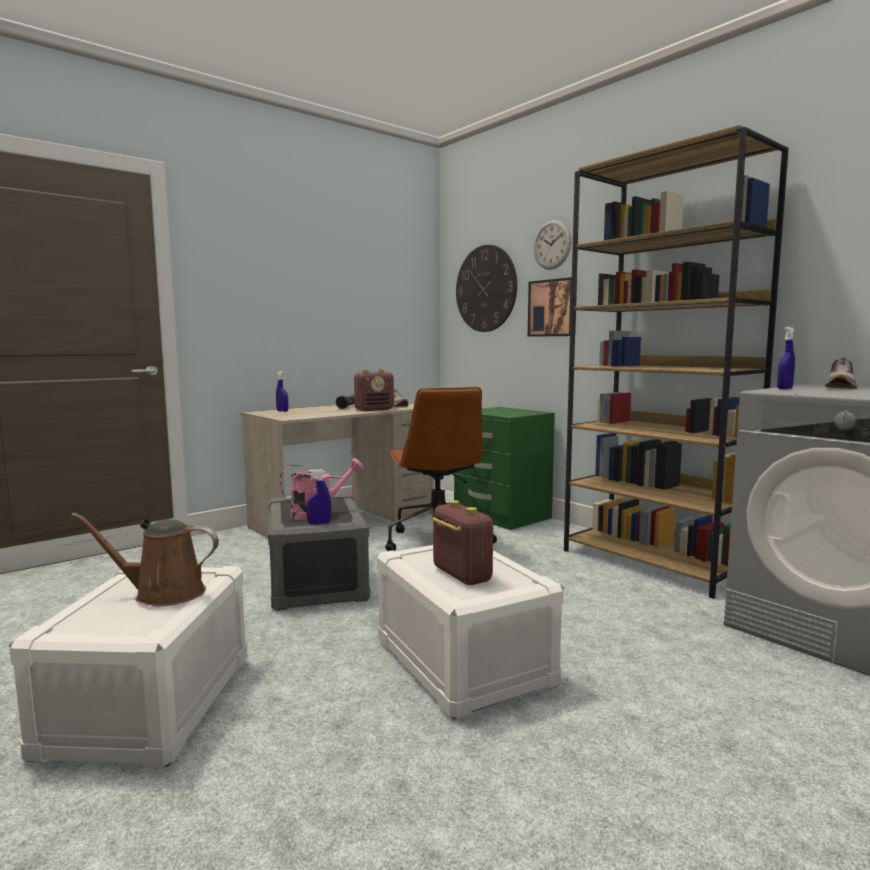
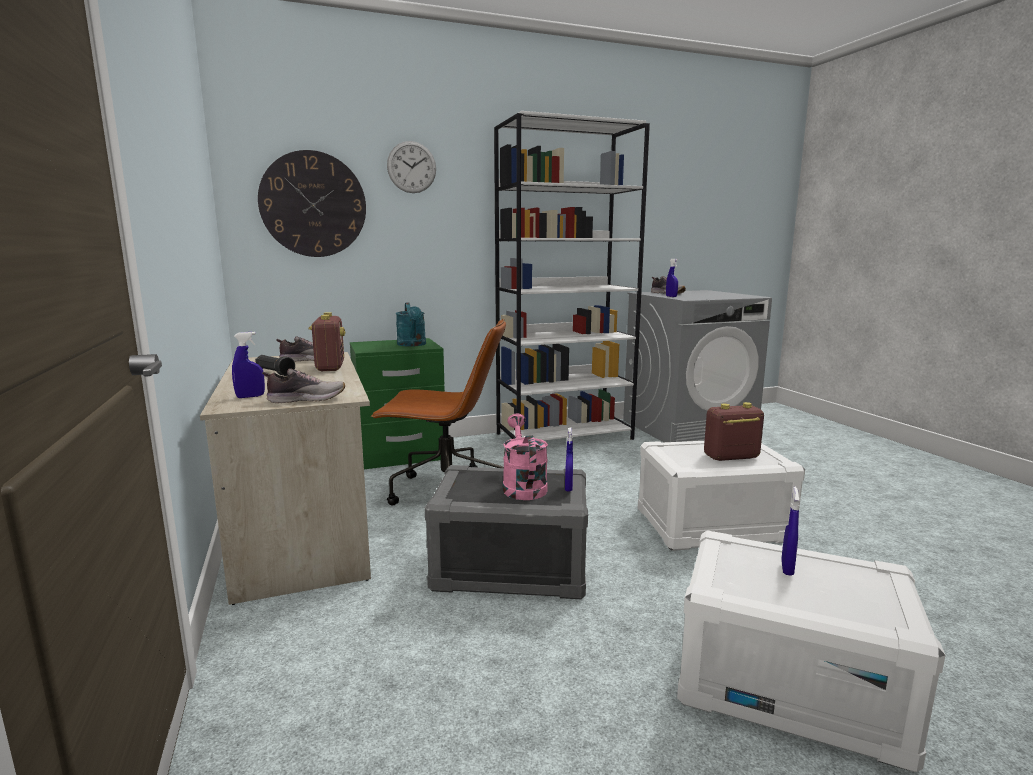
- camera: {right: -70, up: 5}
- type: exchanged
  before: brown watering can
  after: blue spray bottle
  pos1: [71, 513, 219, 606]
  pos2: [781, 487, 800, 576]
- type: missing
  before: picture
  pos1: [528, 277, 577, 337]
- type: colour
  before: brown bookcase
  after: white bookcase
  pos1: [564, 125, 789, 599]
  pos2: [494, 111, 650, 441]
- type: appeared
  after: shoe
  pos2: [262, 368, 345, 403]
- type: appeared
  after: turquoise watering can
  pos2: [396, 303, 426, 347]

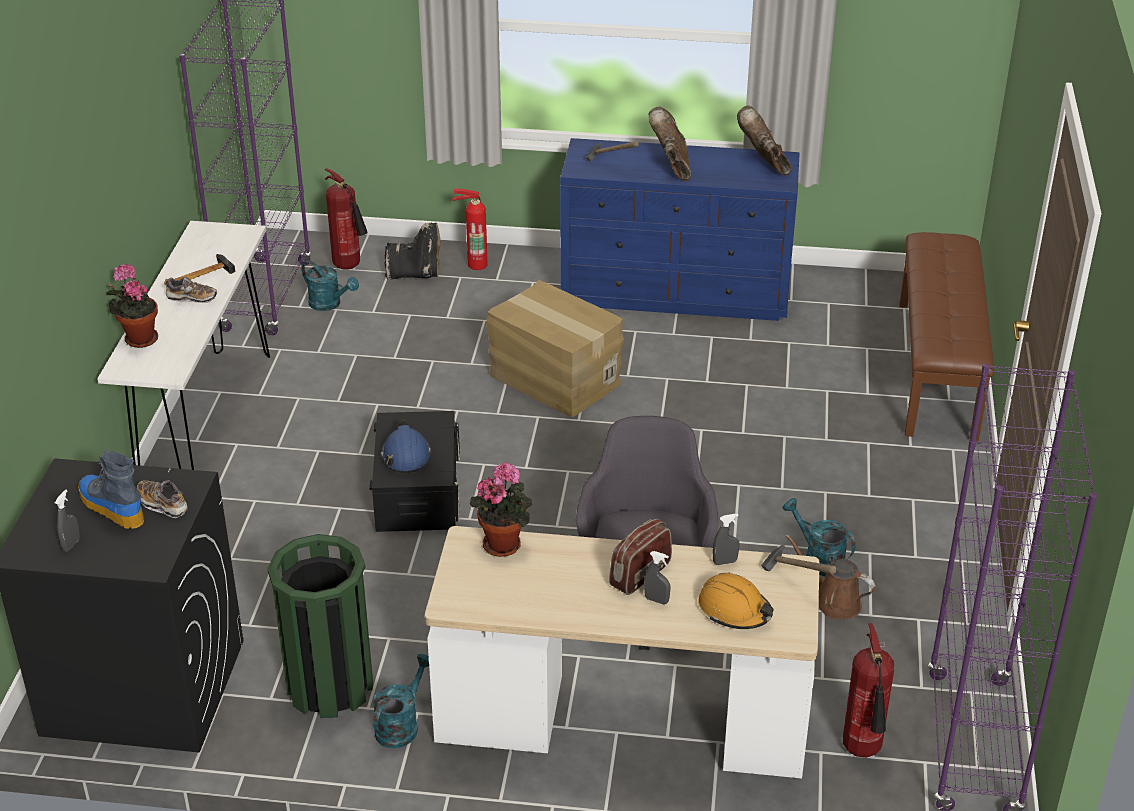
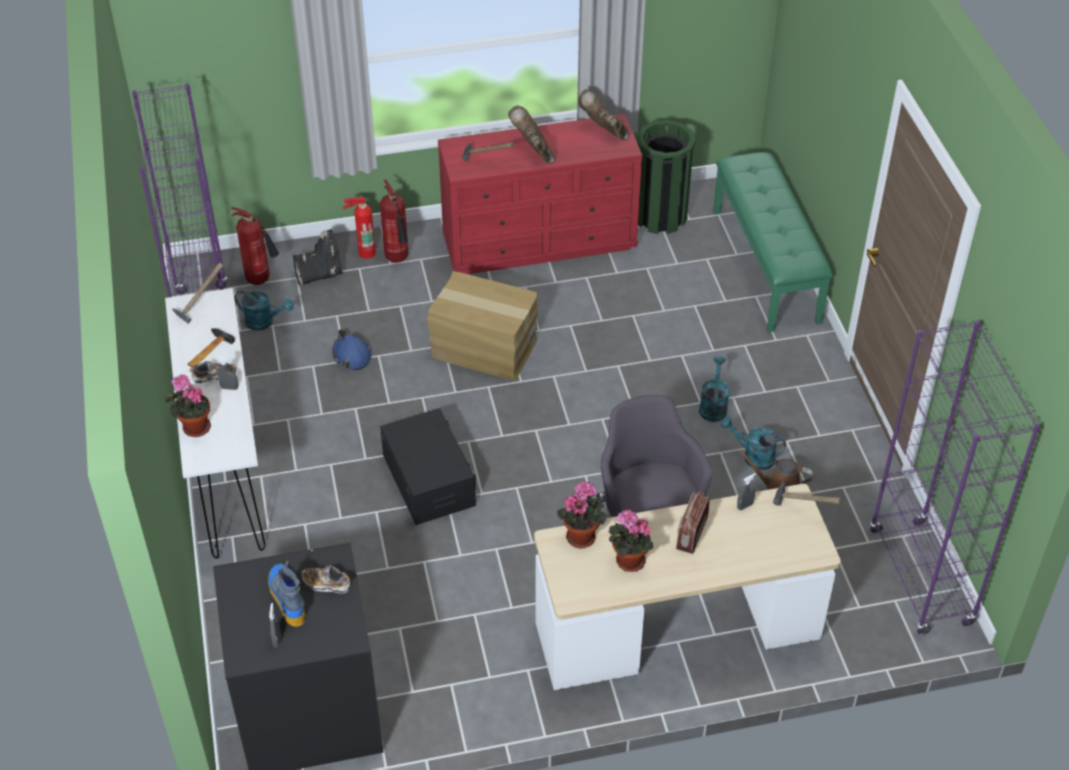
- camera: {right: -20, up: 10}
- type: spun
  before: boot
  pos1: [78, 449, 144, 529]
  pos2: [268, 561, 305, 627]
  turn: 45
- type: relocated
  before: green trash can
  pos1: [267, 534, 373, 718]
  pos2: [637, 120, 696, 234]
- type: relocated
  before: turquoise watering can
  pos1: [373, 654, 429, 748]
  pos2: [699, 356, 730, 422]
- type: relocated
  before: blue hard hat
  pos1: [381, 419, 431, 473]
  pos2: [333, 329, 371, 370]
- type: colour
  before: blue dresser
  after: red dresser
  pos1: [560, 138, 800, 321]
  pos2: [438, 114, 642, 274]
- type: relocated
  before: grey spray bottle
  pos1: [644, 551, 671, 604]
  pos2: [218, 357, 238, 390]
- type: missing
  before: orange hard hat
  pos1: [698, 572, 774, 629]
- type: relocated
  before: fire extinguisher
  pos1: [843, 623, 894, 758]
  pos2: [380, 180, 408, 263]
- type: colour
  before: brown bench
  after: green bench
  pos1: [899, 232, 994, 441]
  pos2: [713, 152, 833, 332]
- type: appeared
  after: hammer
  pos2: [172, 262, 224, 324]
- type: appeared
  after: potted plant
  pos2: [608, 510, 654, 572]

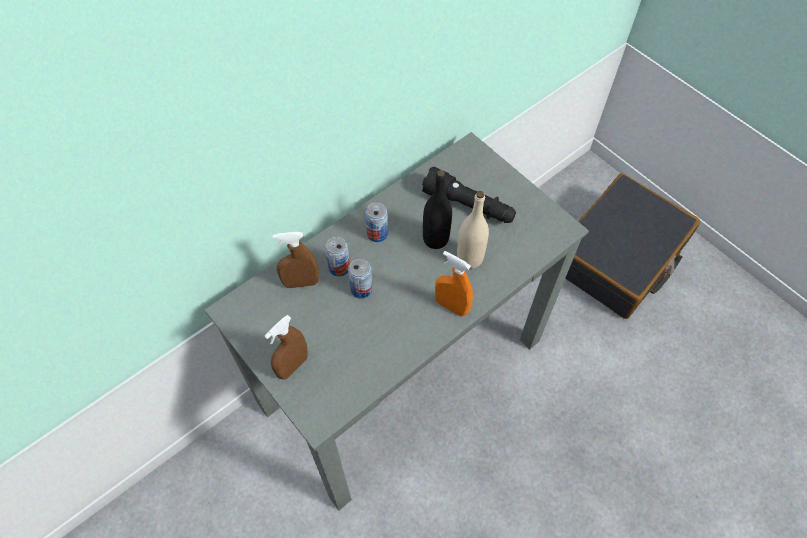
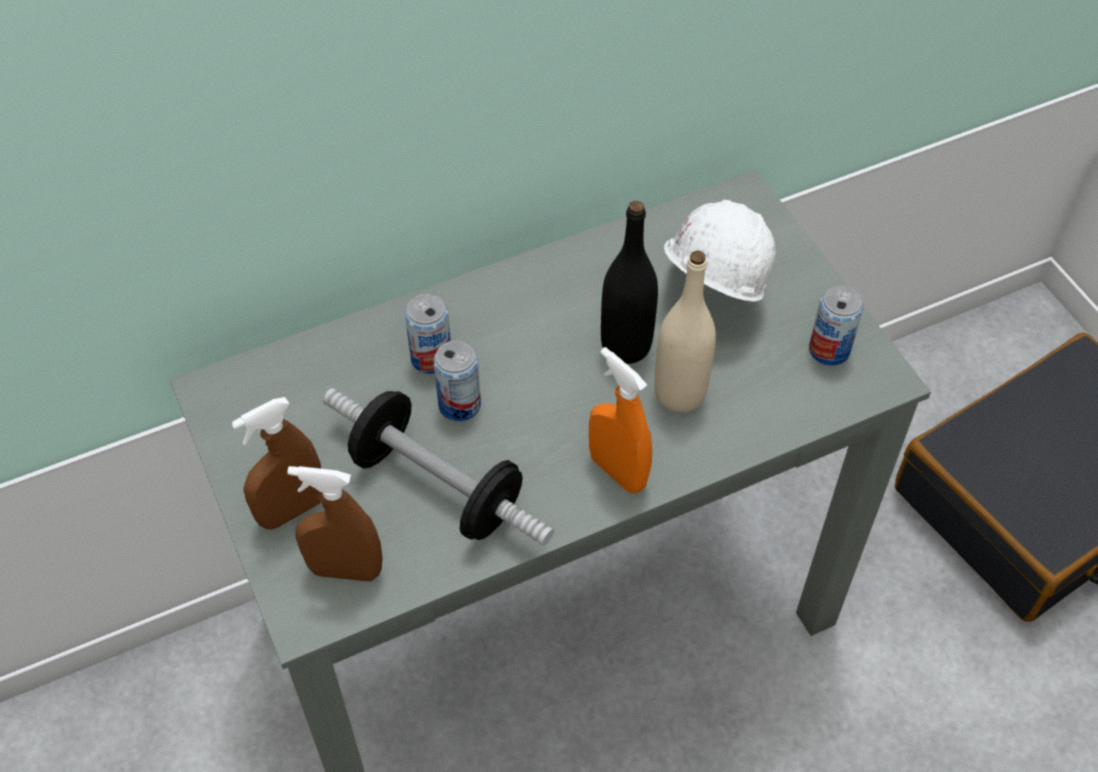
- camera: {right: 15, up: -5}
- type: relocated
  before: brown spray bottle
  pos1: [272, 232, 319, 288]
  pos2: [287, 466, 383, 582]
- type: relocated
  before: can
  pos1: [365, 202, 388, 242]
  pos2: [809, 285, 863, 366]
- type: exchanged
  before: black flashlight
  after: white hard hat
  pos1: [422, 167, 516, 223]
  pos2: [658, 199, 775, 302]
- type: appeared
  after: dumbbell
  pos2: [323, 388, 554, 546]

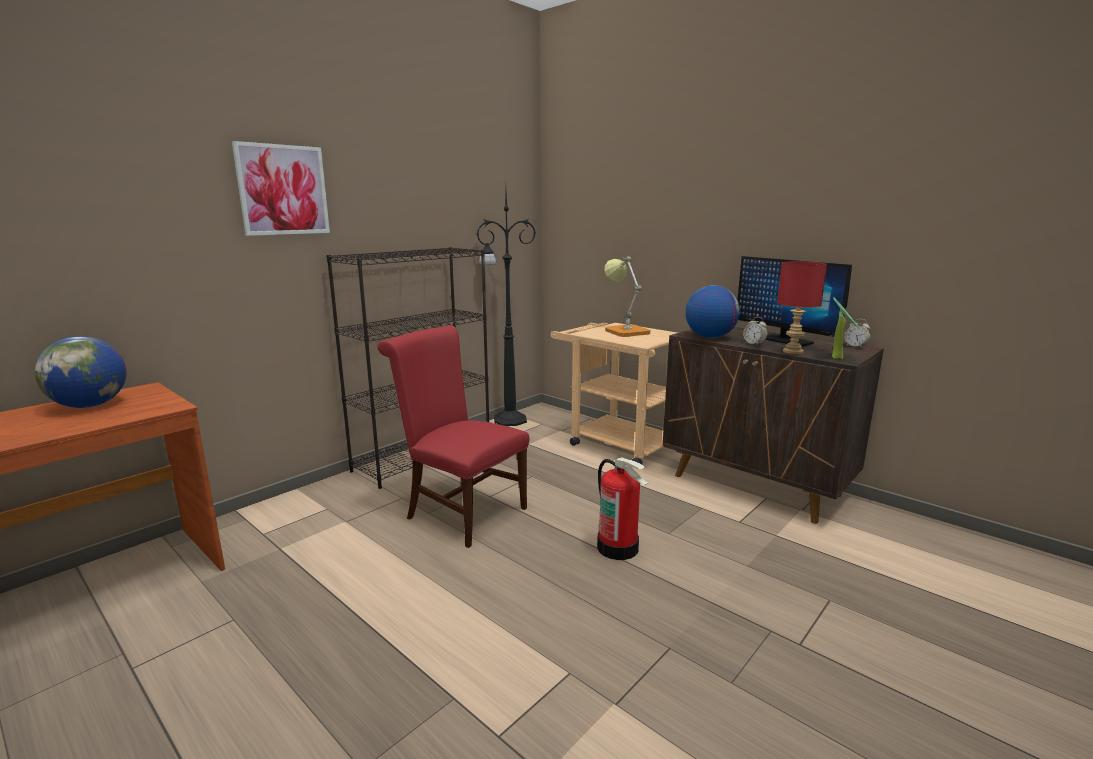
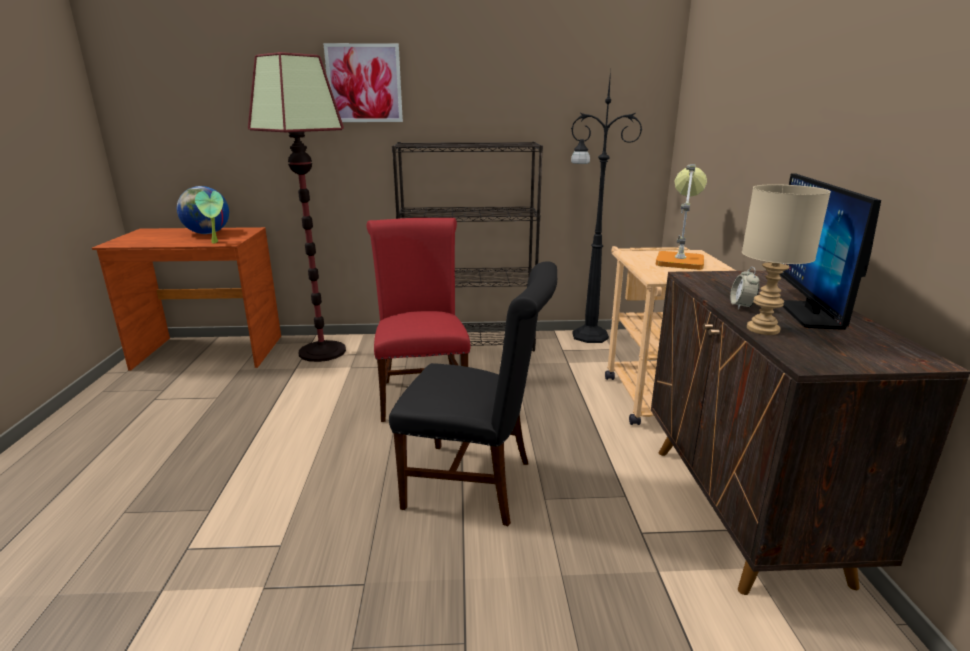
- camera: {right: 45, up: 5}
- type: exchanged
  before: fire extinguisher
  after: black chair
  pos1: [597, 457, 649, 560]
  pos2: [389, 261, 557, 527]
- type: missing
  before: globe
  pos1: [685, 285, 740, 338]
- type: colour
  before: red table lamp
  after: beige table lamp
  pos1: [777, 261, 827, 354]
  pos2: [742, 184, 831, 335]
- type: relocated
  before: potted plant
  pos1: [832, 297, 858, 359]
  pos2: [195, 191, 223, 244]
- type: missing
  before: alarm clock
  pos1: [844, 319, 870, 348]
- type: appeared
  after: floor lamp
  pos2: [248, 52, 346, 362]

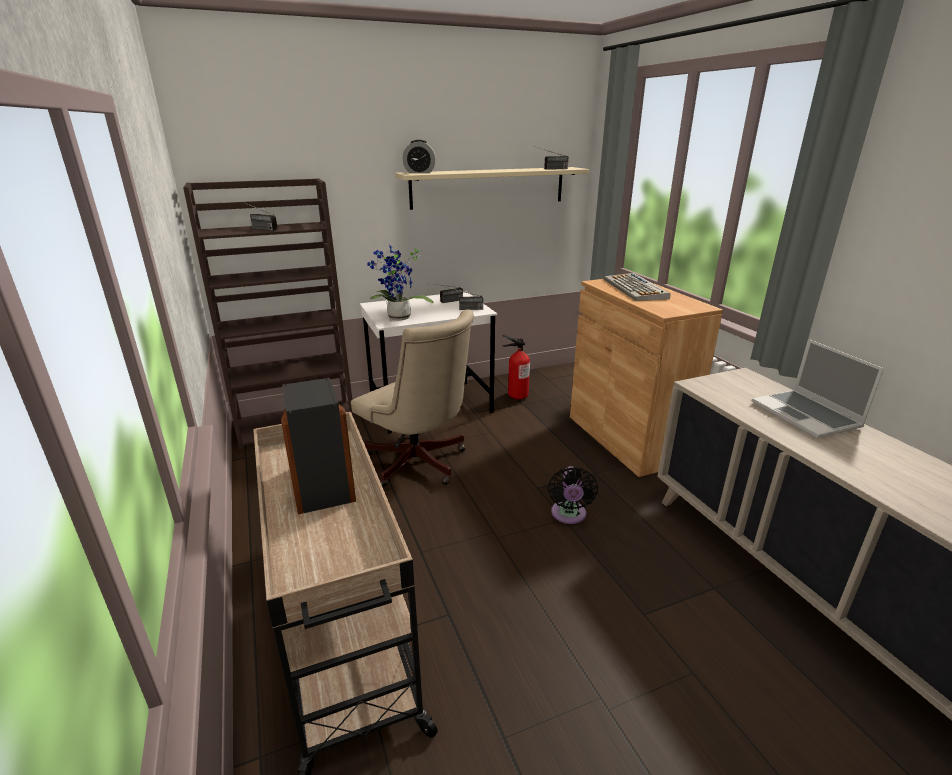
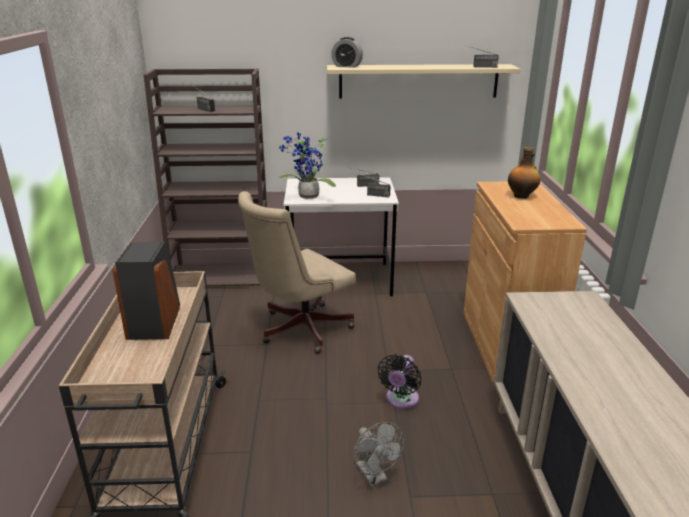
- camera: {right: 20, up: 0}
- type: spun
  before: beige office chair
  pos1: [351, 309, 474, 487]
  pos2: [238, 191, 356, 354]
  turn: 75
- type: missing
  before: fire extinguisher
  pos1: [502, 335, 530, 400]
- type: exchanged
  before: keyboard
  after: bottle
  pos1: [604, 273, 670, 301]
  pos2: [508, 147, 541, 199]
- type: missing
  before: laptop
  pos1: [752, 339, 884, 438]
- type: appeared
  after: grey fan
  pos2: [353, 422, 404, 487]

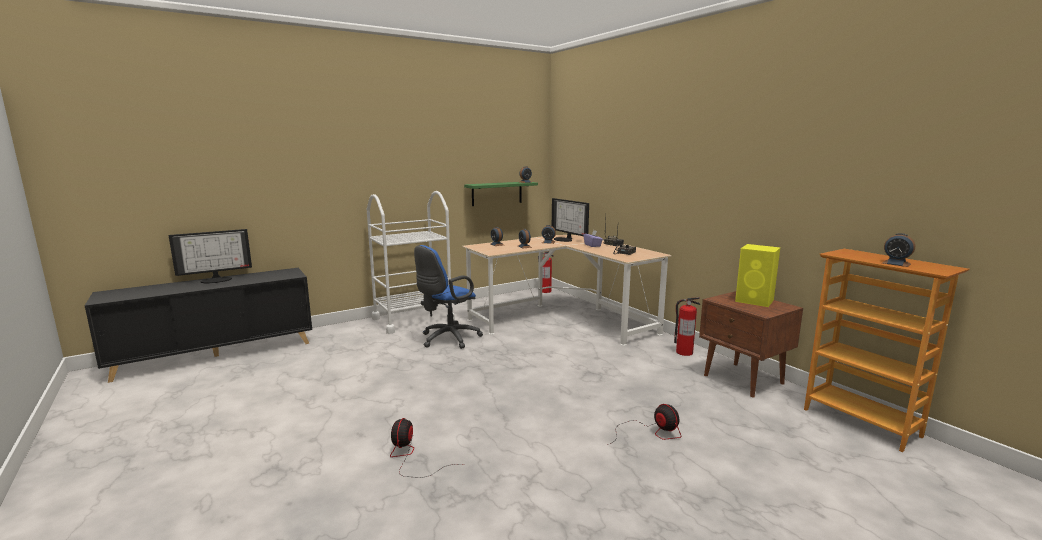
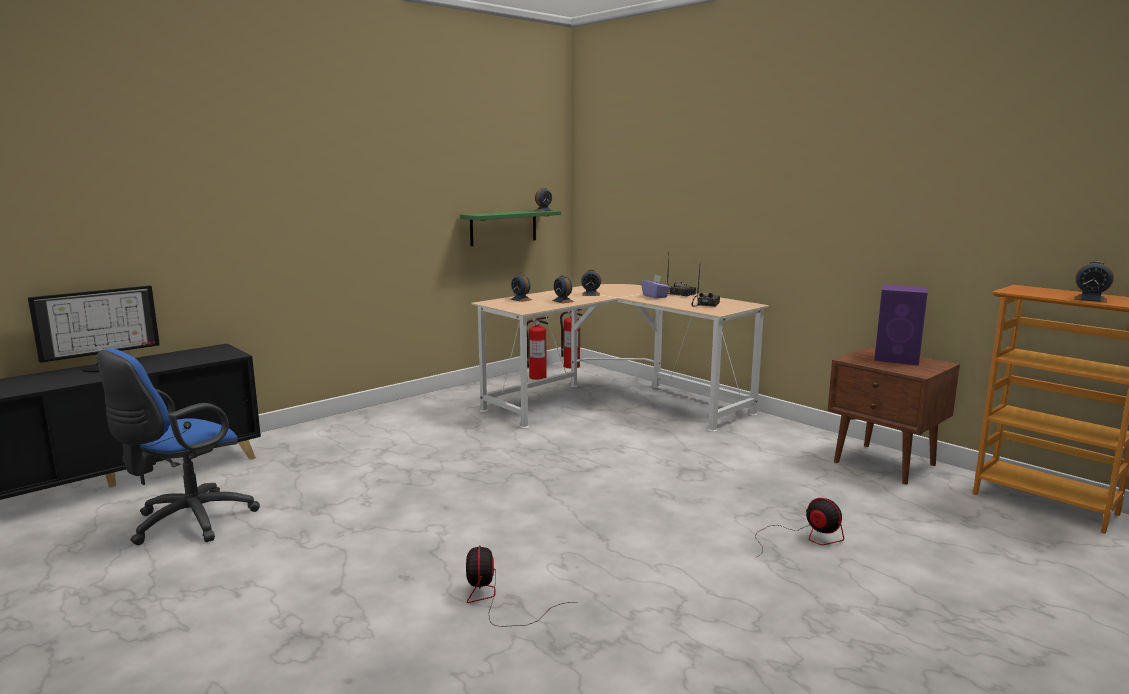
- camera: {right: -10, up: 0}
- type: missing
  before: white cart
  pos1: [367, 191, 455, 334]
- type: relocated
  before: blue office chair
  pos1: [414, 245, 483, 349]
  pos2: [97, 349, 260, 545]
- type: missing
  before: monitor
  pos1: [552, 198, 589, 242]
- type: relocated
  before: fire extinguisher
  pos1: [674, 297, 700, 356]
  pos2: [527, 317, 548, 380]
- type: colour
  before: yellow speaker
  after: purple speaker
  pos1: [735, 244, 780, 307]
  pos2: [874, 284, 928, 366]

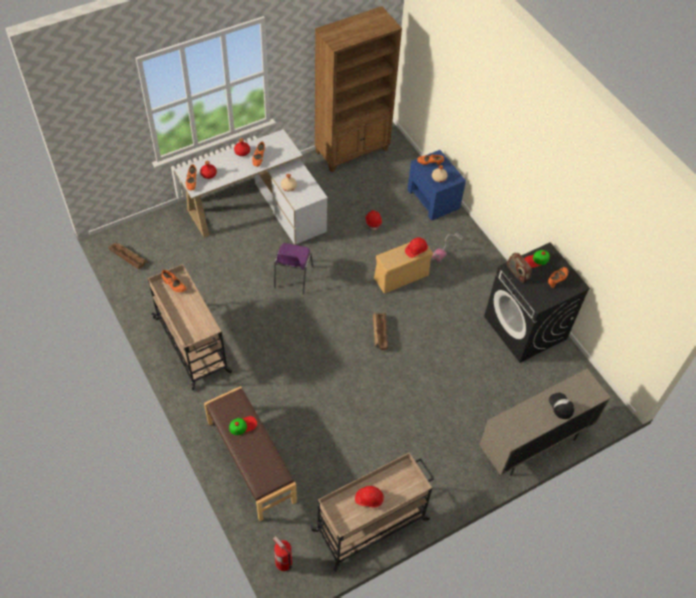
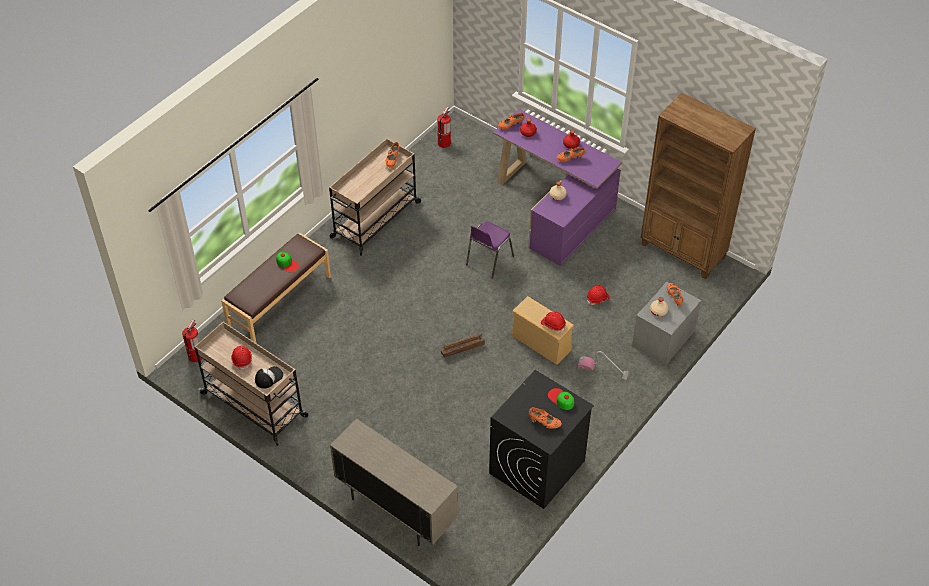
- camera: {right: 70, up: -5}
- type: exchanged
  before: crate
  after: fire extinguisher
  pos1: [109, 243, 149, 269]
  pos2: [437, 107, 451, 148]
- type: colour
  before: white desk
  after: purple desk
  pos1: [174, 129, 328, 245]
  pos2: [493, 109, 622, 266]
- type: spun
  before: purple chair
  pos1: [274, 243, 313, 294]
  pos2: [466, 221, 514, 279]
  turn: -45
- type: colour
  before: blue nightstand
  after: grey nightstand
  pos1: [407, 150, 466, 221]
  pos2: [632, 282, 701, 365]
- type: missing
  before: radio
  pos1: [507, 252, 532, 283]
- type: relocated
  before: cap
  pos1: [549, 393, 574, 419]
  pos2: [255, 366, 283, 388]

